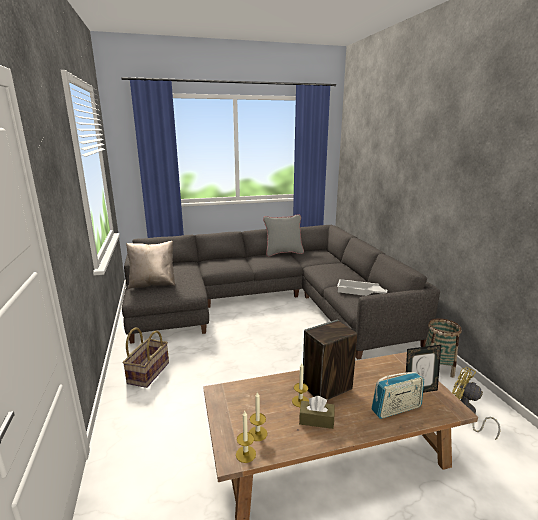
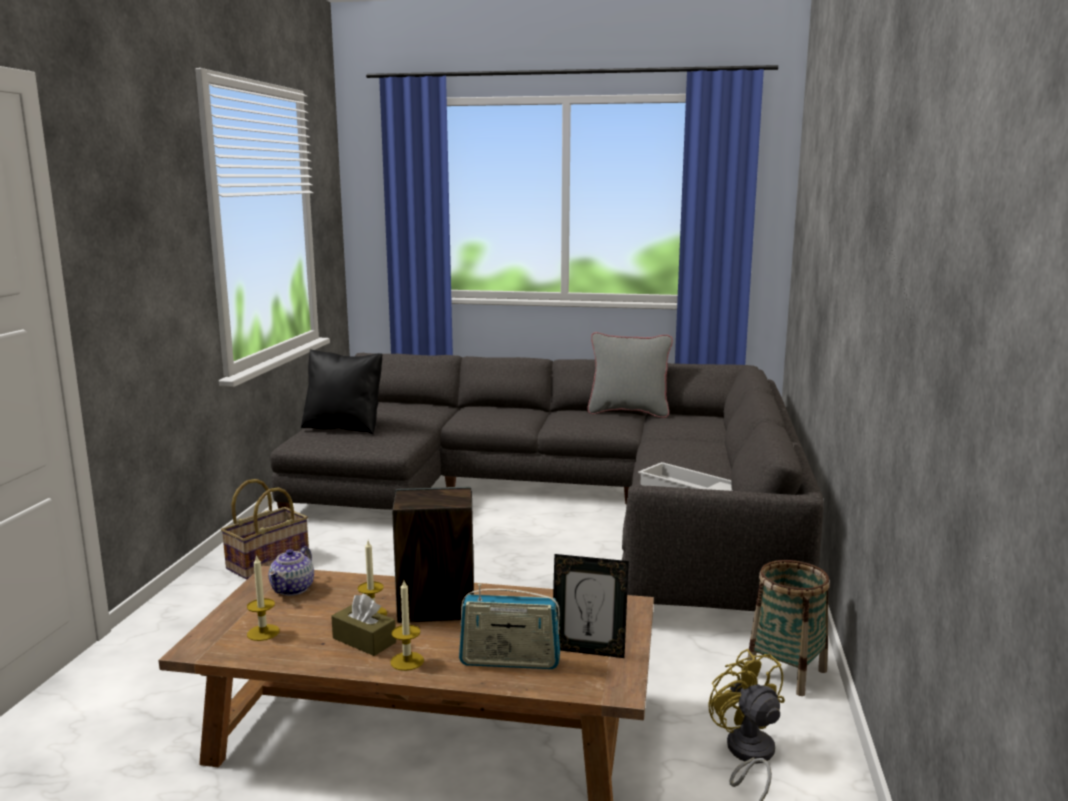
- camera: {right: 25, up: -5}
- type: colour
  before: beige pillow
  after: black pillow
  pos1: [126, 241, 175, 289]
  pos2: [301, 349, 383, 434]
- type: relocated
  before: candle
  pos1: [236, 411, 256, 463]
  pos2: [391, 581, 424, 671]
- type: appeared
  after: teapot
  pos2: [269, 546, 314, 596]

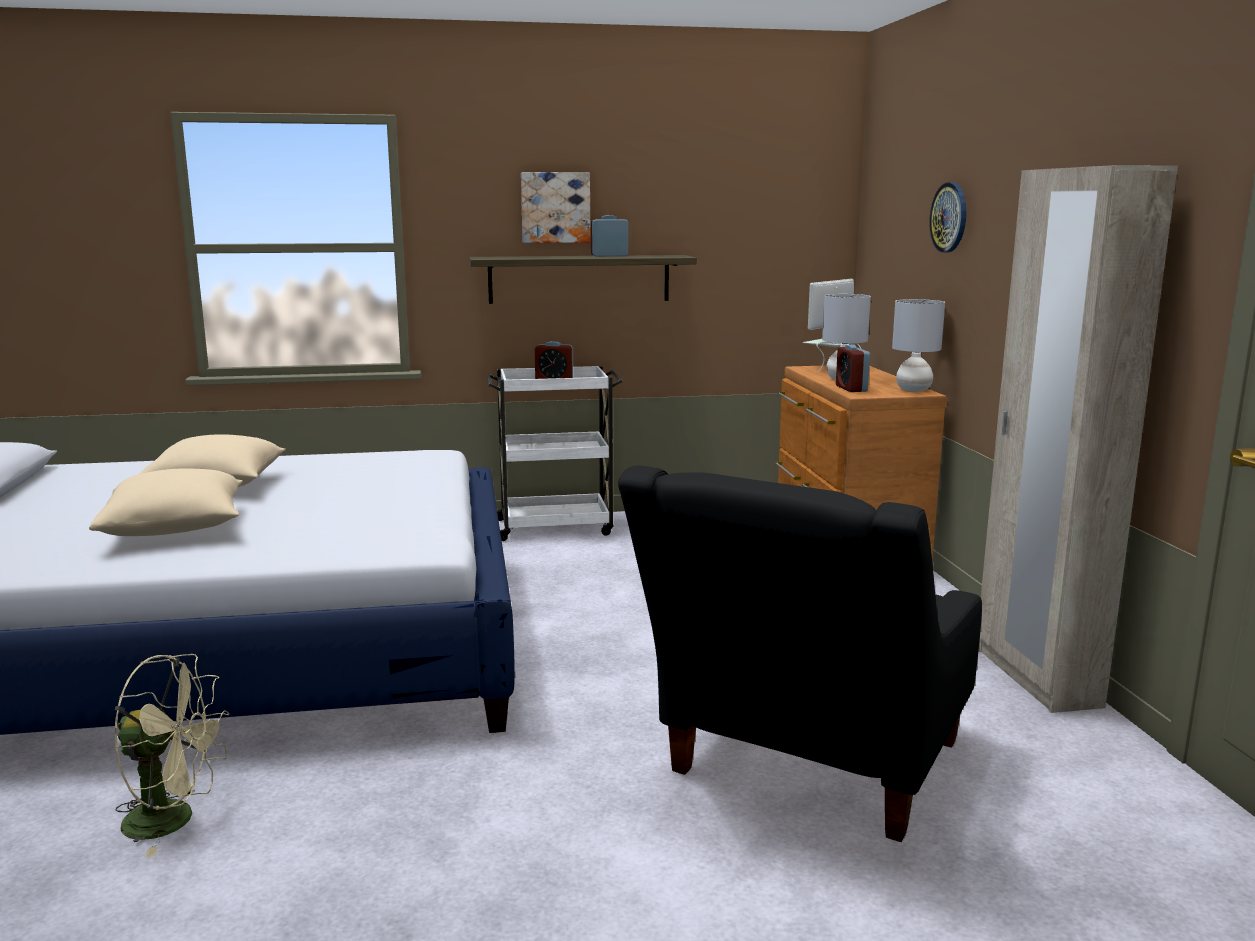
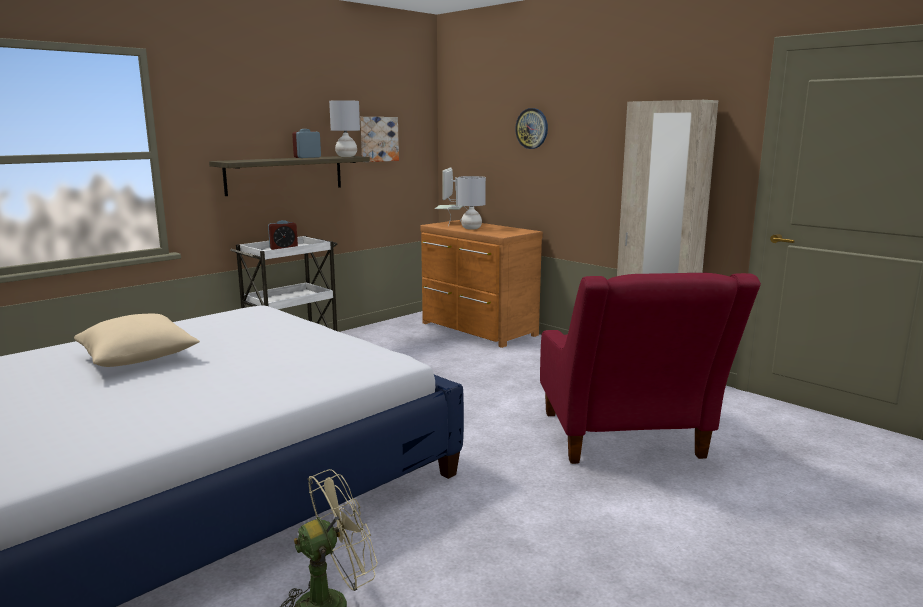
- camera: {right: -35, up: 0}
- type: missing
  before: beige pillow
  pos1: [89, 468, 243, 536]
- type: relocated
  before: picture
  pos1: [521, 172, 591, 243]
  pos2: [360, 117, 399, 162]
- type: colour
  before: black armchair
  after: red armchair
  pos1: [618, 465, 982, 842]
  pos2: [540, 273, 761, 464]
- type: missing
  before: alarm clock
  pos1: [836, 345, 870, 392]
- type: relocated
  before: grey table lamp
  pos1: [892, 299, 945, 392]
  pos2: [329, 100, 360, 157]

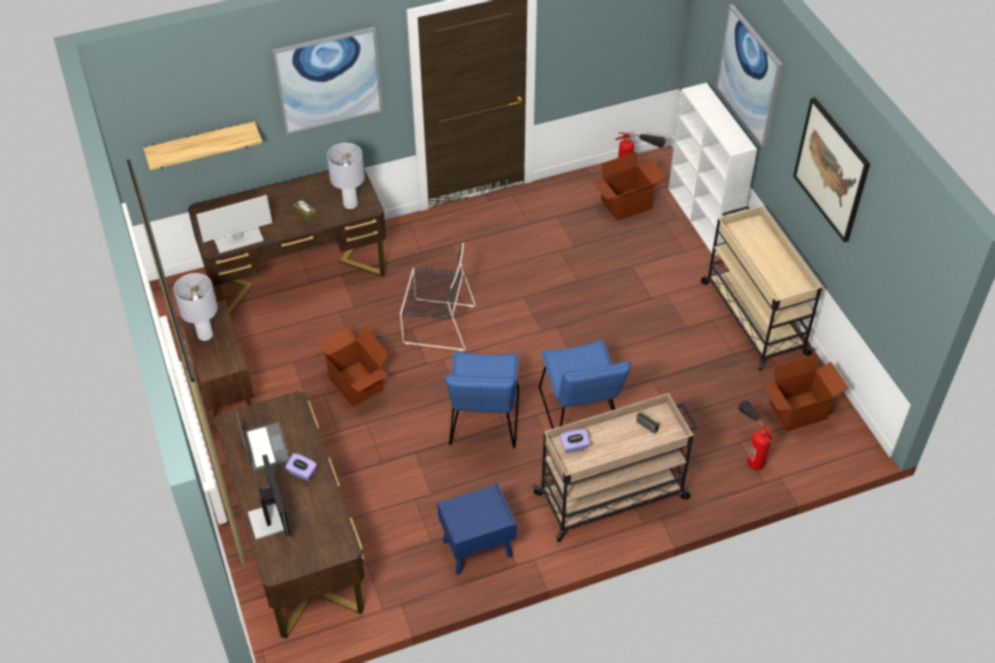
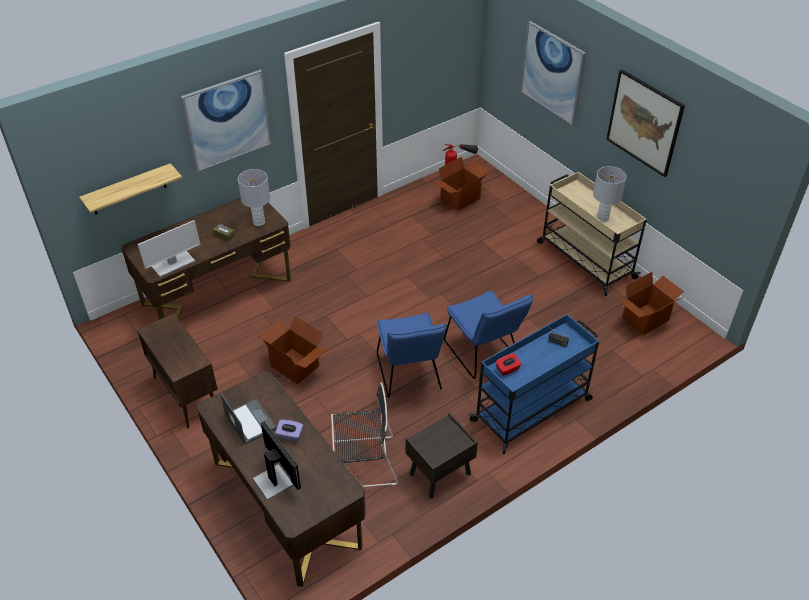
- camera: {right: -15, up: -5}
- type: relocated
  before: grey table lamp
  pos1: [173, 273, 218, 341]
  pos2: [593, 166, 626, 222]
- type: relocated
  before: black chair
  pos1: [400, 243, 476, 351]
  pos2: [331, 383, 398, 487]
- type: colour
  before: blue nightstand
  after: brown nightstand
  pos1: [437, 482, 517, 575]
  pos2: [406, 413, 478, 499]
- type: colour
  before: beige cart
  after: blue cart
  pos1: [532, 393, 698, 542]
  pos2: [469, 314, 599, 454]
- type: colour
  before: purple tissue box
  after: red tissue box
  pos1: [560, 429, 590, 453]
  pos2: [495, 353, 522, 376]
- type: missing
  before: white bookcase
  pos1: [668, 83, 757, 256]
- type: missing
  before: fire extinguisher
  pos1: [738, 401, 772, 470]

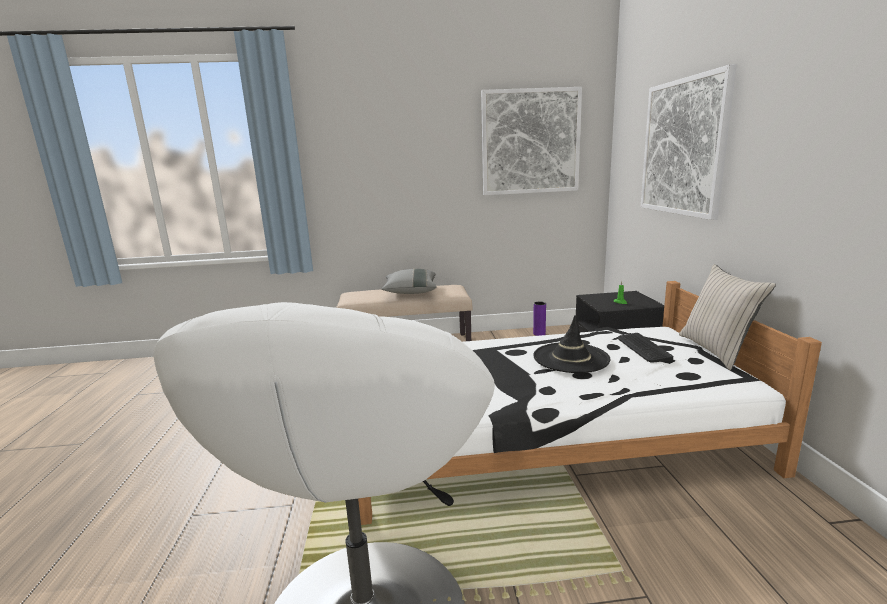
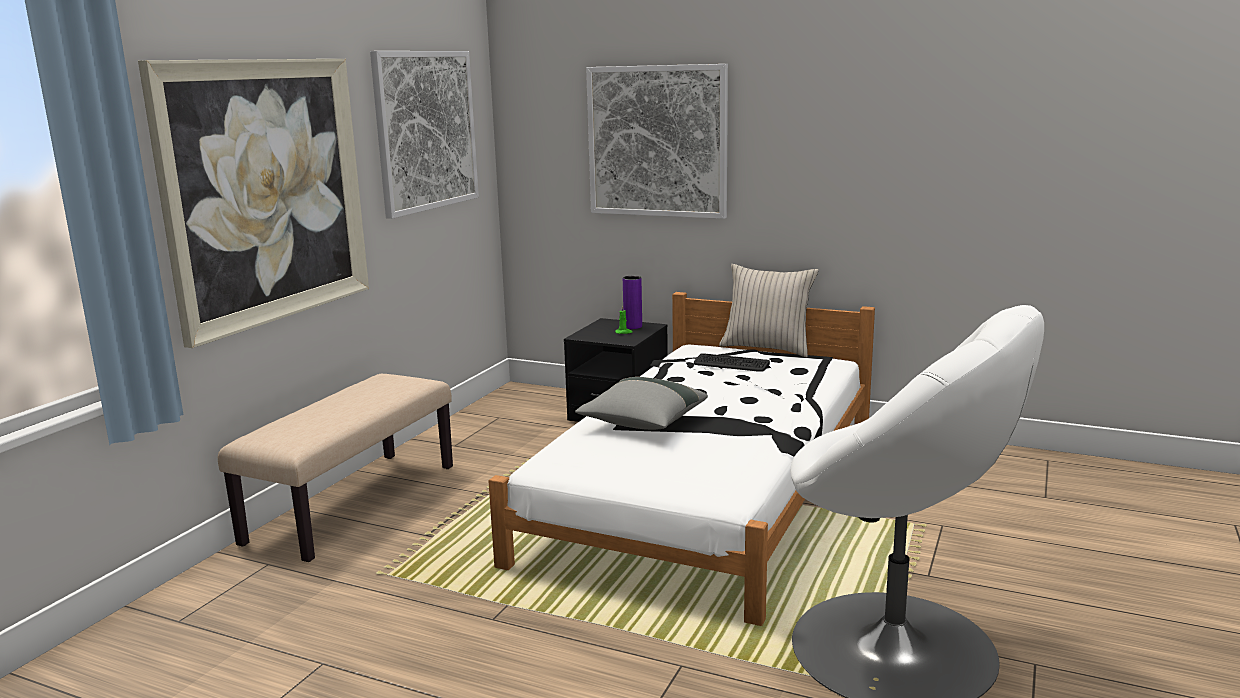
- camera: {right: -60, up: 0}
- type: relocated
  before: grey pillow
  pos1: [381, 269, 437, 294]
  pos2: [575, 377, 708, 430]
- type: relocated
  before: purple vase
  pos1: [533, 301, 546, 336]
  pos2: [623, 276, 642, 329]
- type: missing
  before: black hat
  pos1: [533, 315, 610, 373]
- type: appeared
  after: picture
  pos2: [138, 59, 369, 348]

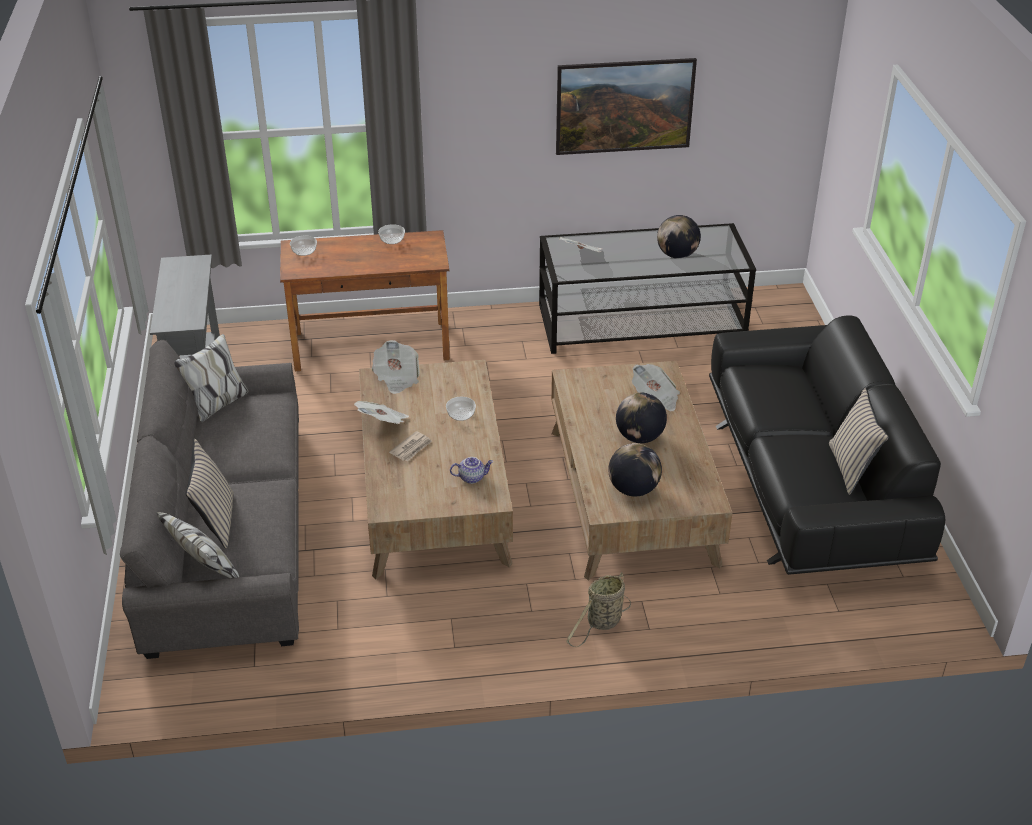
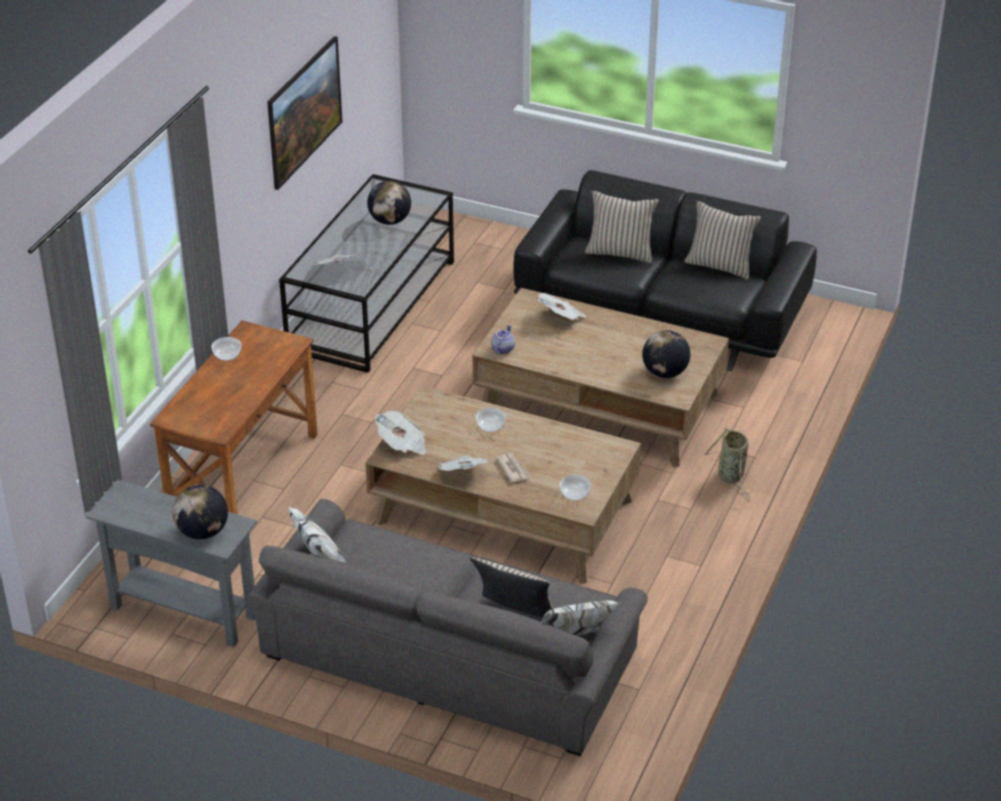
- camera: {right: -60, up: 0}
- type: relocated
  before: bowl
  pos1: [290, 235, 317, 256]
  pos2: [559, 475, 591, 501]
- type: relocated
  before: teapot
  pos1: [450, 457, 494, 484]
  pos2: [491, 325, 515, 354]
- type: relocated
  before: globe
  pos1: [616, 393, 667, 443]
  pos2: [173, 485, 228, 540]
- type: appeared
  after: beige pillow
  pos2: [585, 191, 659, 264]

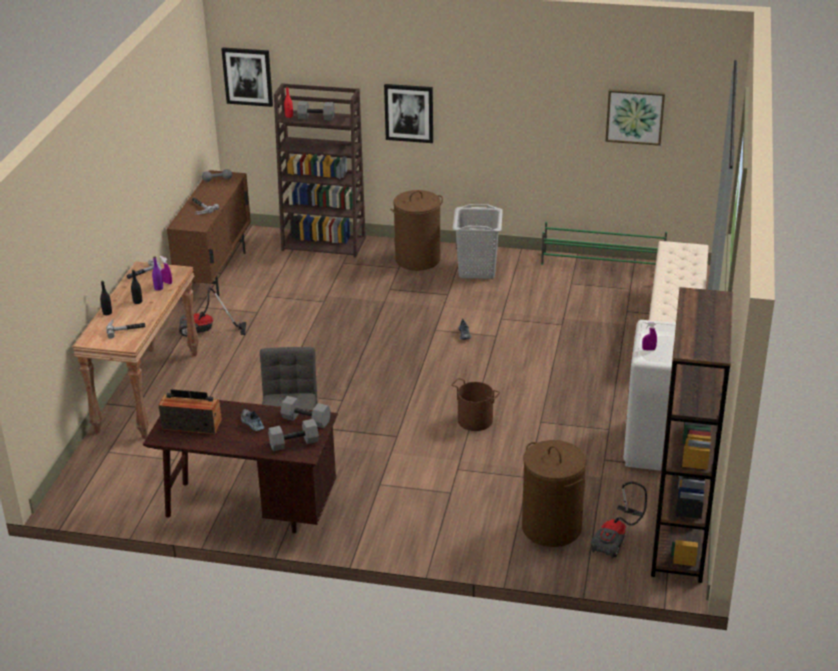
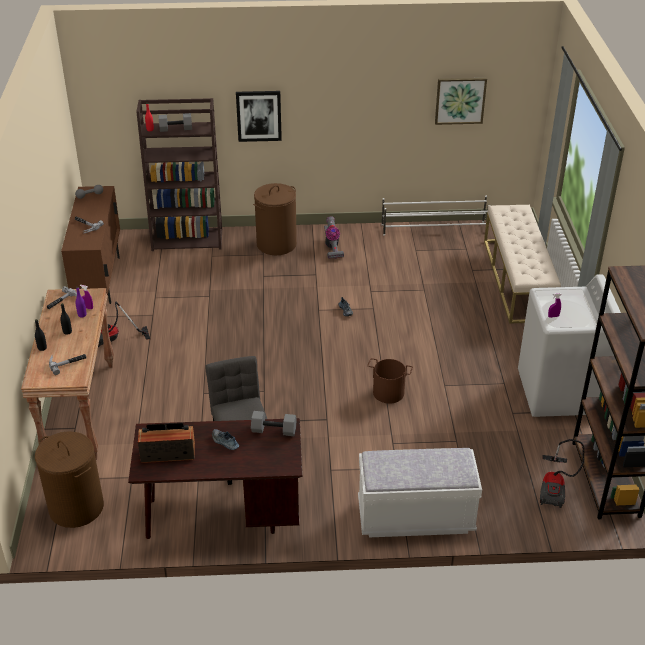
- camera: {right: -15, up: 5}
- type: missing
  before: picture
  pos1: [221, 47, 273, 107]
- type: missing
  before: grey dumbbell
  pos1: [268, 419, 319, 451]
- type: exchanged
  before: grey laundry basket
  after: vacuum cleaner
  pos1: [453, 204, 503, 279]
  pos2: [324, 216, 344, 259]
- type: relocated
  before: brown laundry basket
  pos1: [522, 440, 586, 547]
  pos2: [35, 431, 104, 528]
- type: colour
  before: green shoe rack
  after: white shoe rack
  pos1: [541, 222, 667, 265]
  pos2: [381, 196, 490, 236]
- type: appeared
  after: white bench
  pos2: [358, 448, 482, 537]

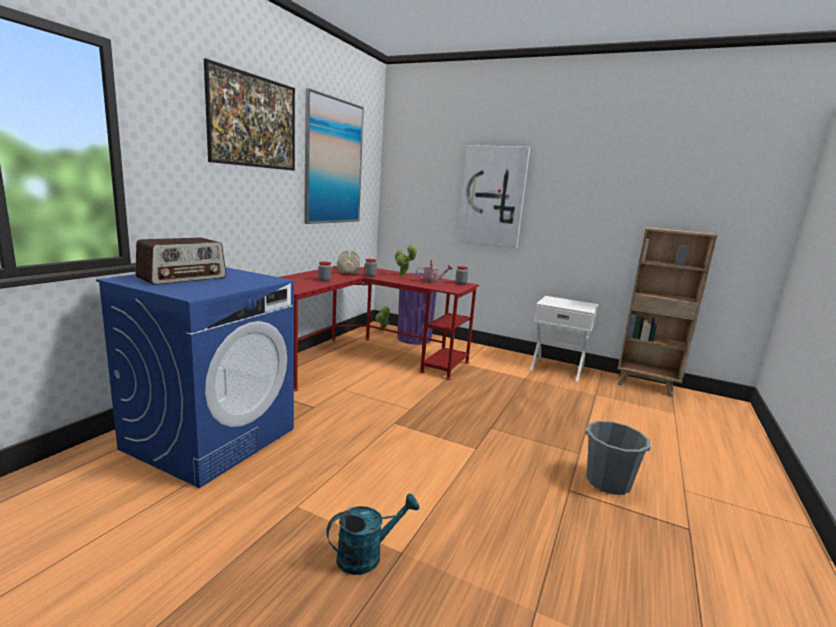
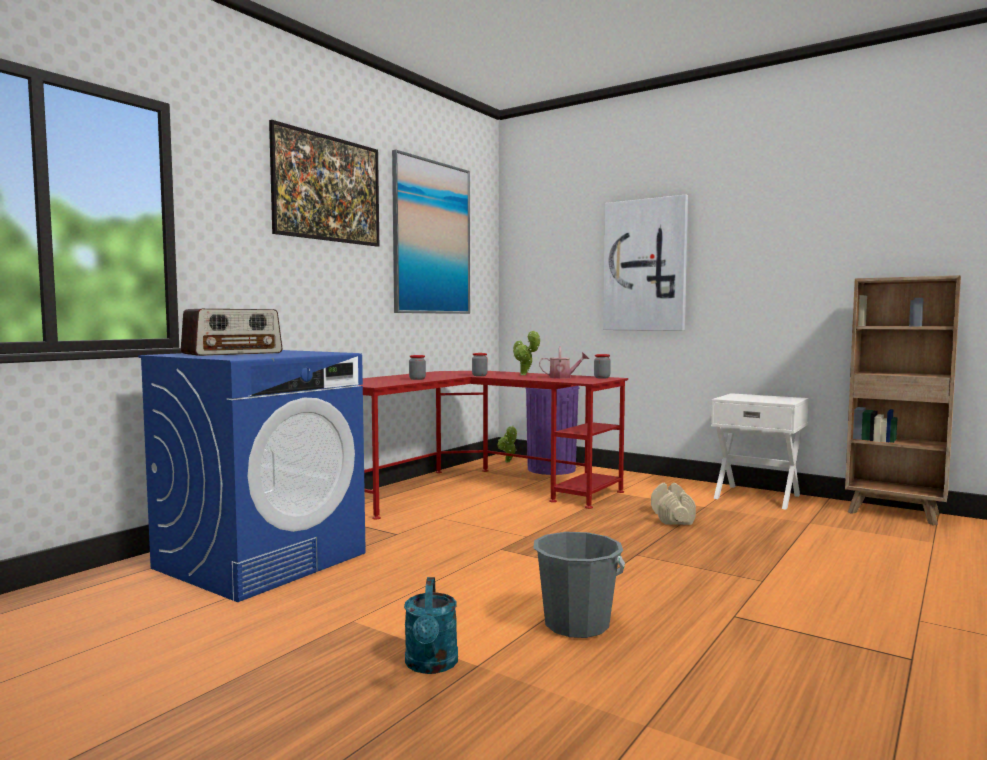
- camera: {right: 10, up: -10}
- type: spun
  before: turquoise watering can
  pos1: [326, 493, 420, 575]
  pos2: [404, 577, 458, 674]
  turn: 105
- type: relocated
  before: beige dumbbell
  pos1: [337, 250, 360, 274]
  pos2: [651, 483, 696, 525]
- type: relocated
  before: grey bucket
  pos1: [585, 421, 651, 495]
  pos2: [534, 532, 625, 638]

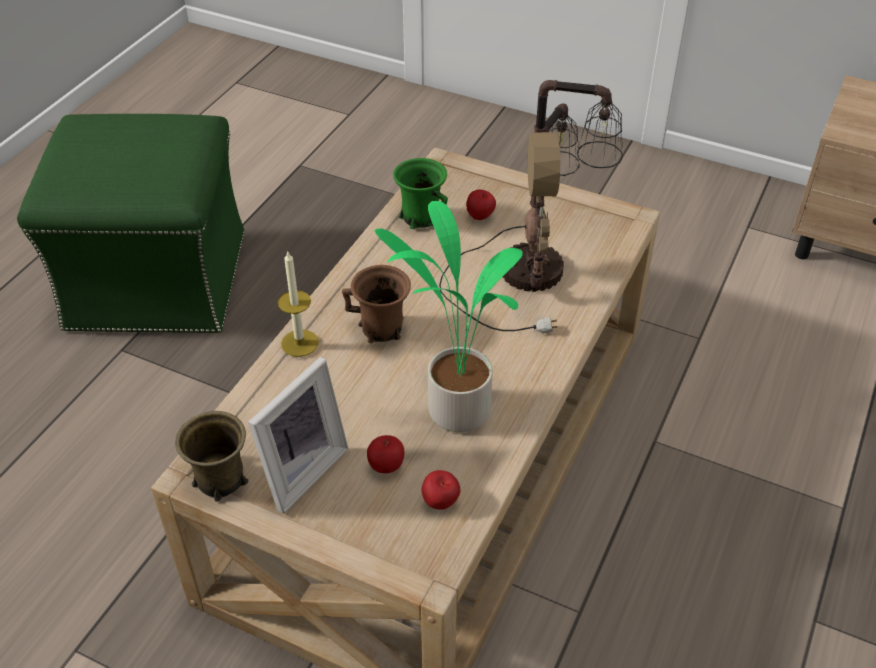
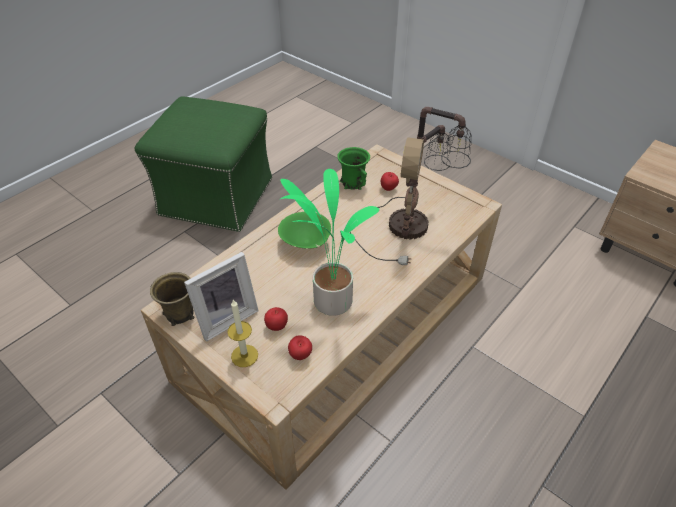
- camera: {right: 15, up: 0}
- type: relocated
  before: candle
  pos1: [278, 250, 319, 357]
  pos2: [227, 300, 258, 367]
- type: exchanged
  before: brown mug
  after: green bowl
  pos1: [342, 265, 411, 343]
  pos2: [278, 212, 331, 249]

